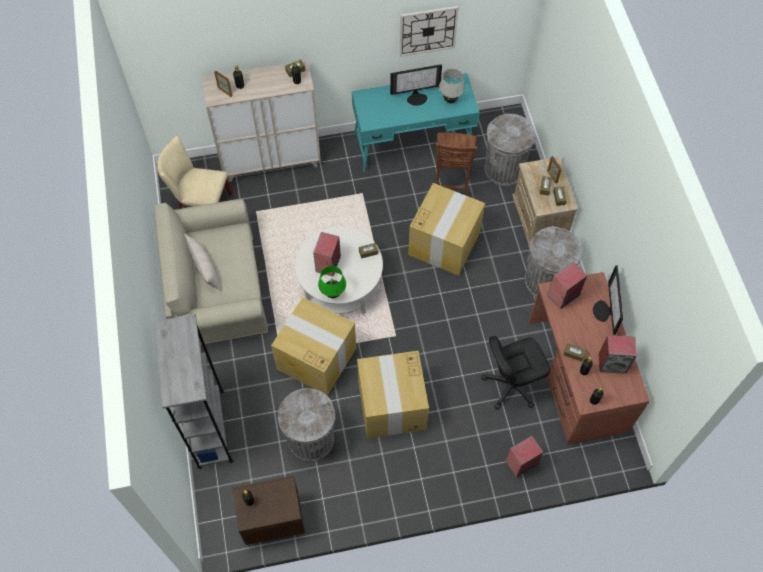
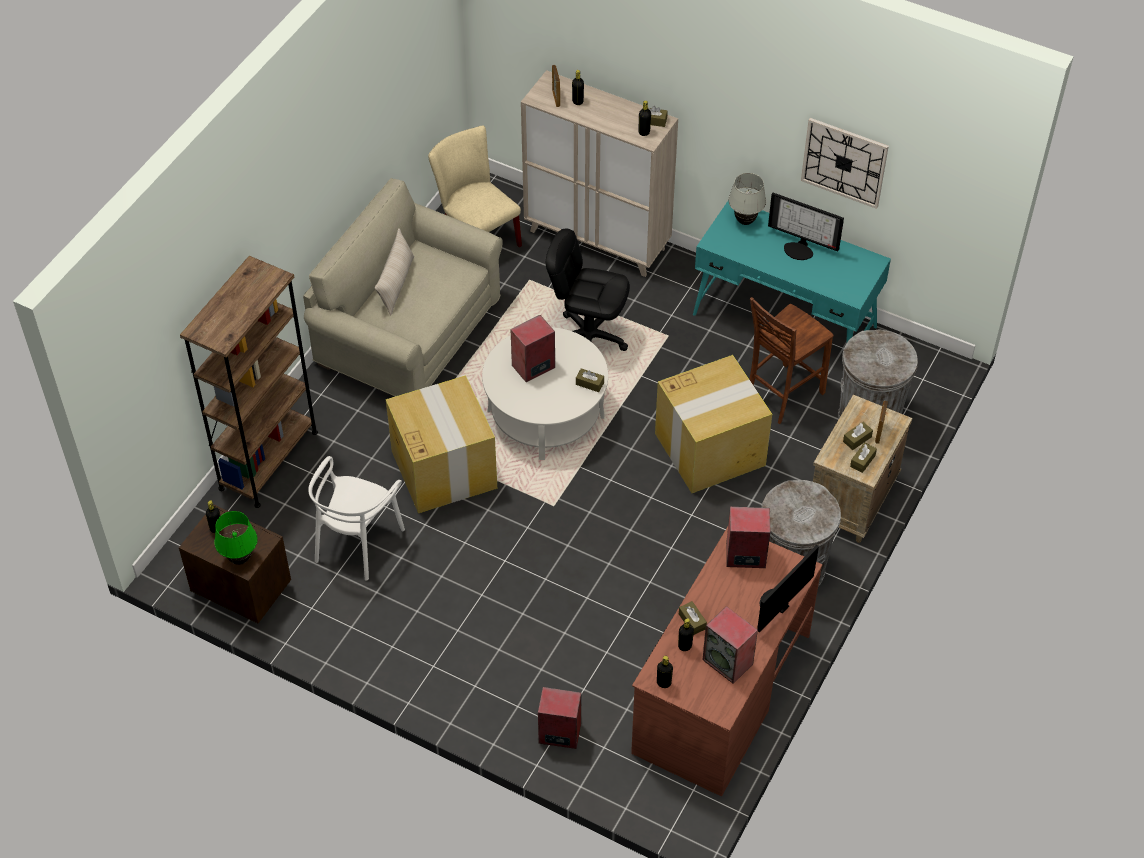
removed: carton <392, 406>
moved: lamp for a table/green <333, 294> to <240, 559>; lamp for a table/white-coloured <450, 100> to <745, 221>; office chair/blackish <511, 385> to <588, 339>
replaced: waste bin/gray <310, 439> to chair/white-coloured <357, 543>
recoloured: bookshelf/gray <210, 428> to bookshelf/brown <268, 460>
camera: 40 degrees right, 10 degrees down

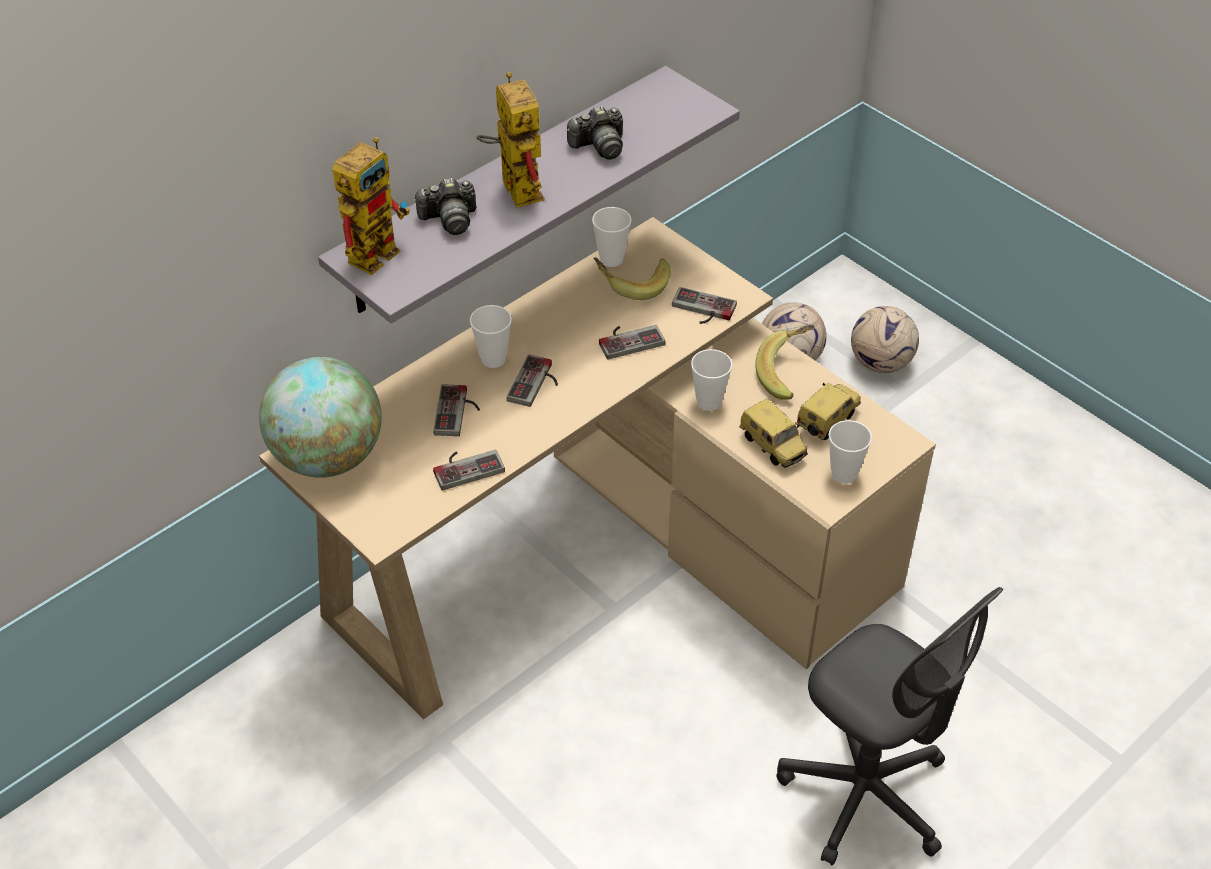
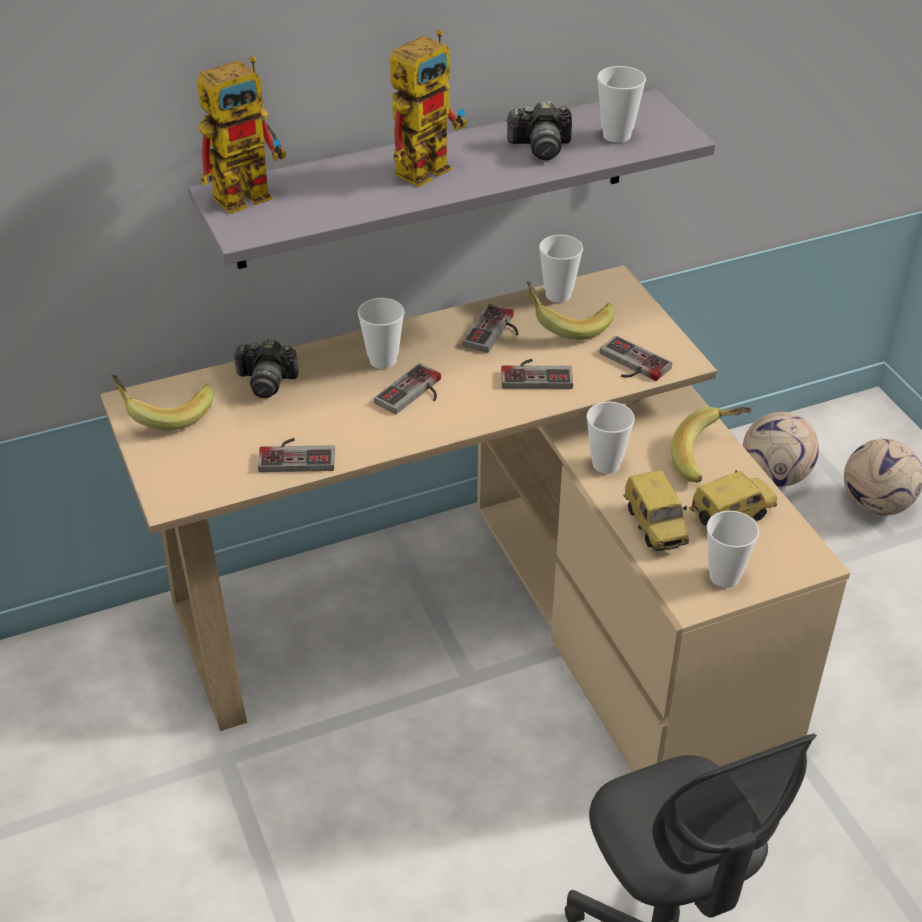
added: drinking cup <616, 135>
moved: still camera <449, 219> to <266, 381>; gamepad <458, 412> to <496, 332>
replaced: globe <328, 457> to banana fruit <164, 412>
turned: toy robot <514, 186> = <427, 165> 45 degrees clockwise
camera: 20 degrees right, 5 degrees down

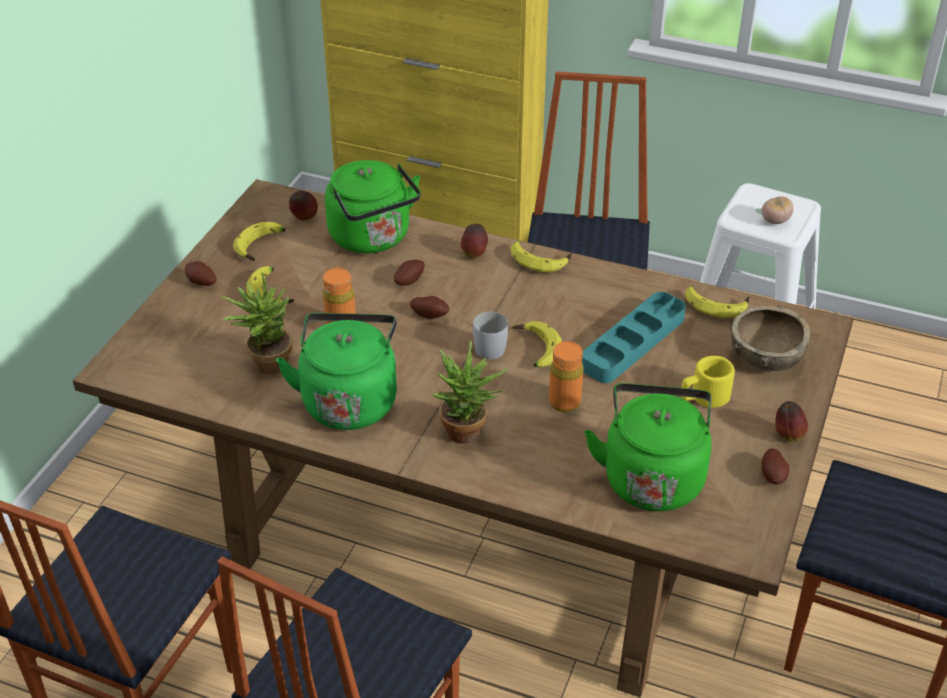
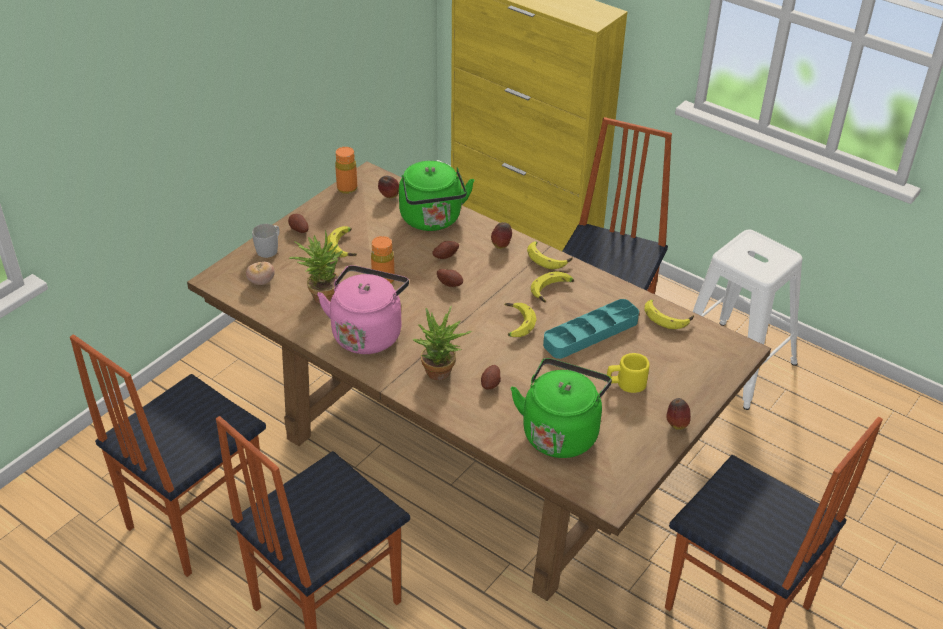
removed: bowl/brown <766, 356>
moved: banana fruit <262, 247> to <553, 291>; tea mug/white-coloured <491, 346> to <269, 249>; bottle/orange <564, 402> to <347, 188>; spud <773, 475> to <491, 384>; fresh tomato <775, 221> to <261, 282>
recoloured: water kettle/green <349, 400> to water kettle/pink <368, 333>
camera: 15 degrees right, 0 degrees up

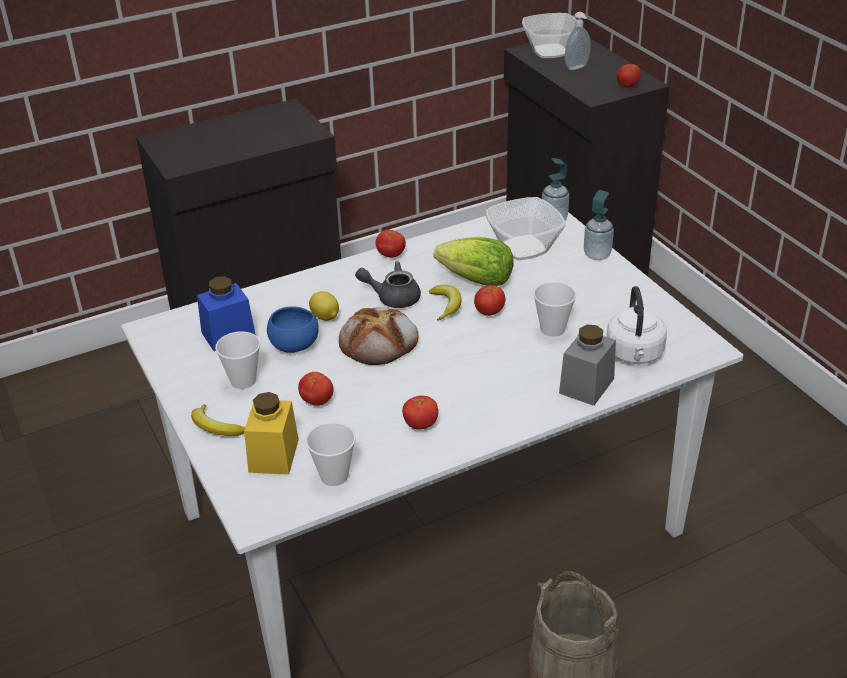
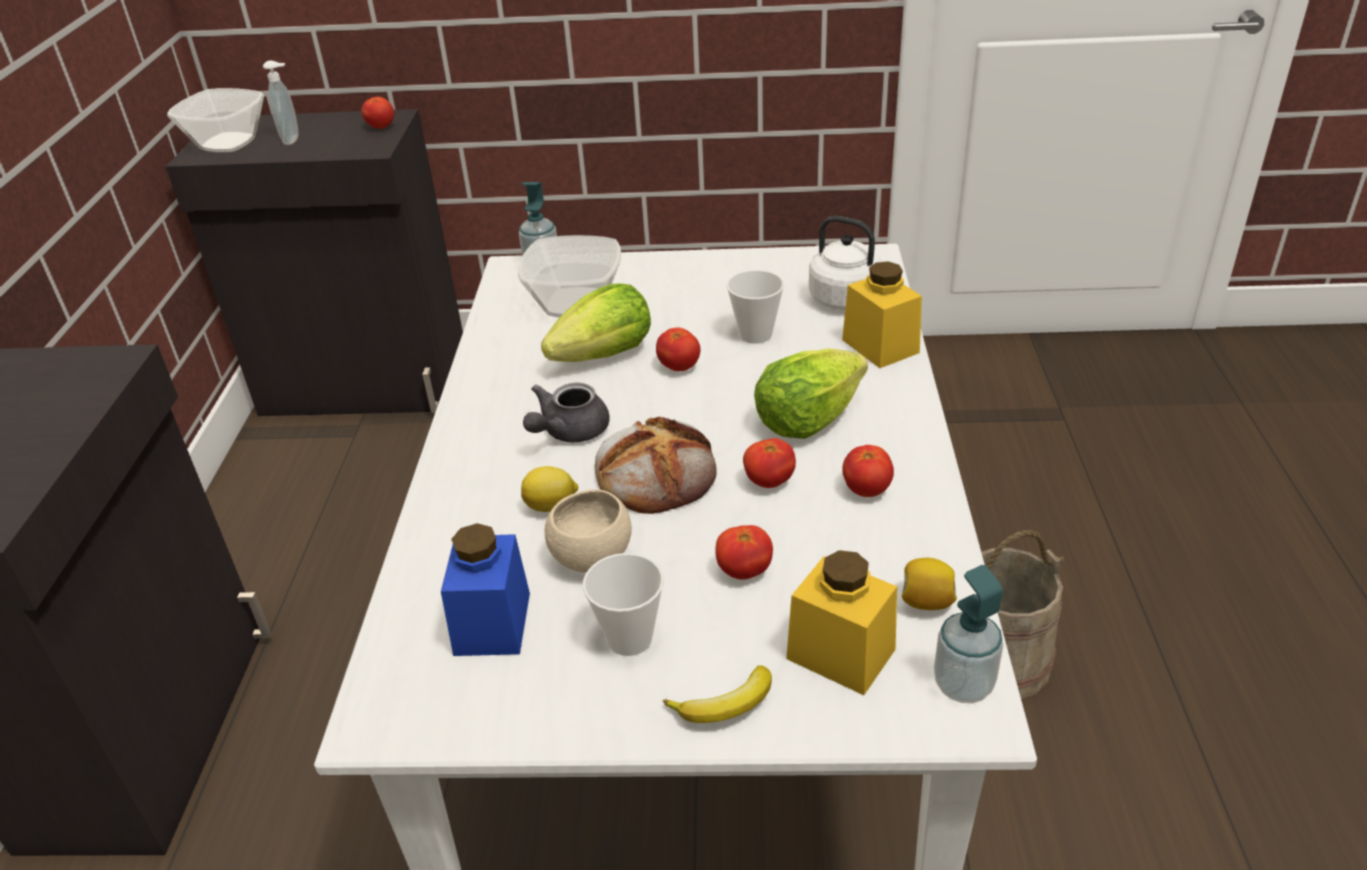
removed: banana fruit <446, 305>
added: head of lettuce <807, 420>
moved: fresh tomato <391, 255> to <769, 482>; soap bottle <597, 255> to <963, 685>
replaced: drinking cup <334, 476> to citrus fruit <926, 602>
recoloured: bowl/blue <294, 346> to bowl/beige <592, 557>; storage jar/gray <586, 386> to storage jar/yellow <880, 346>
camera: 60 degrees left, 0 degrees up

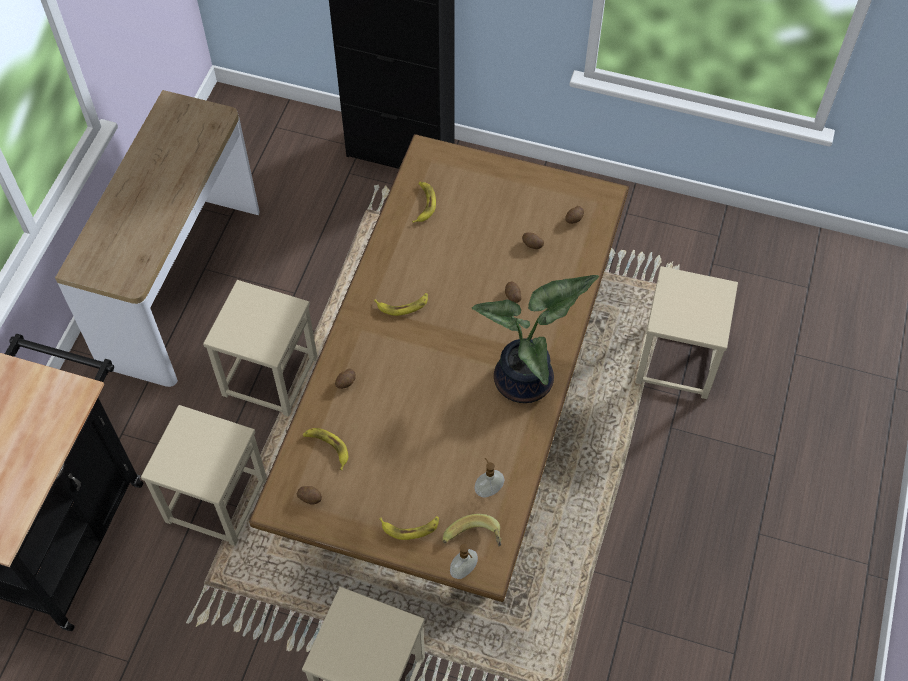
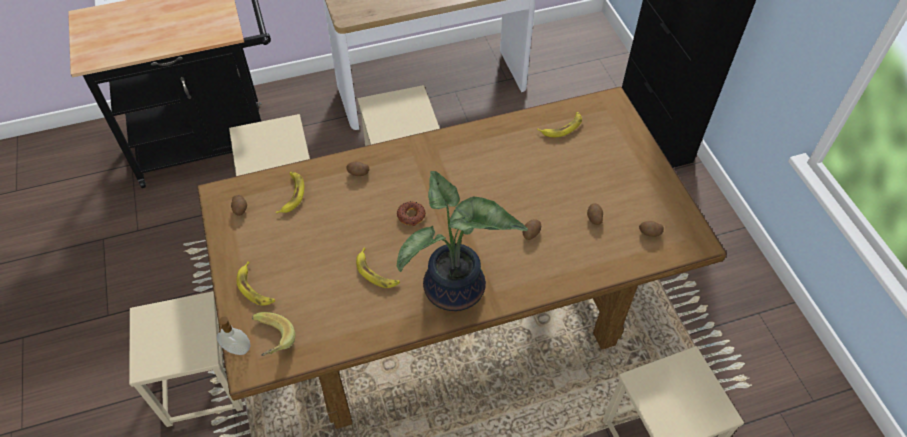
removed: soap bottle <488, 490>
added: doughnut <411, 215>
moved: banana fruit <403, 305> to <376, 272>
camera: 55 degrees right, 5 degrees down

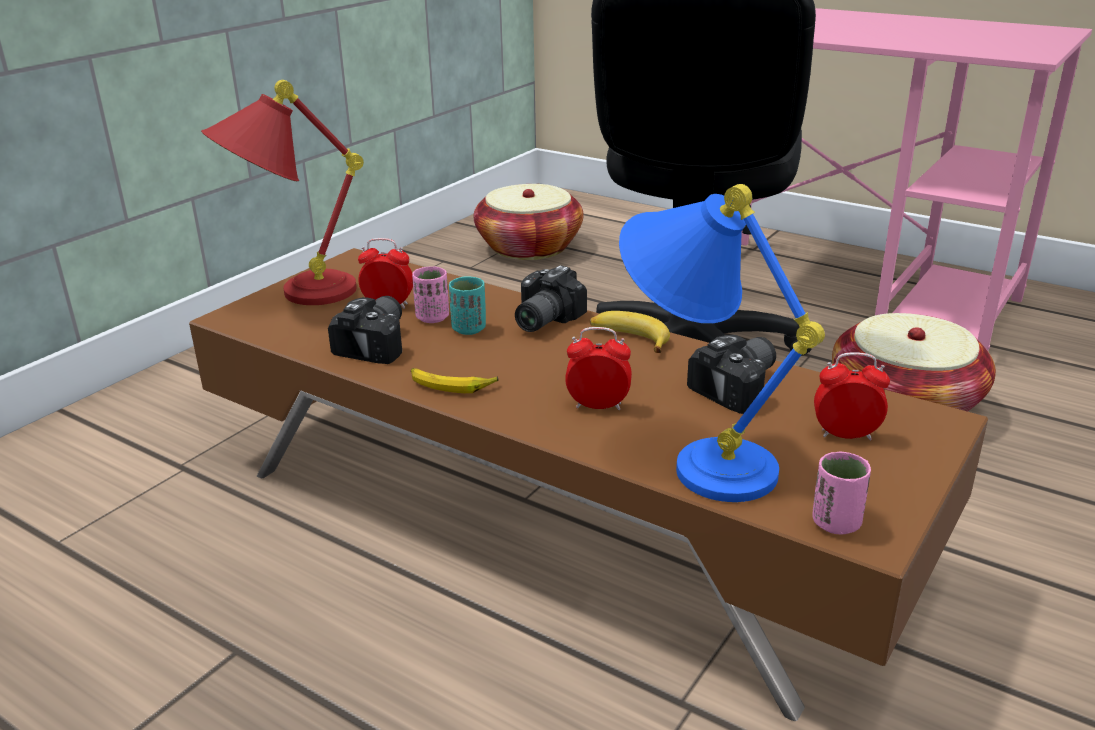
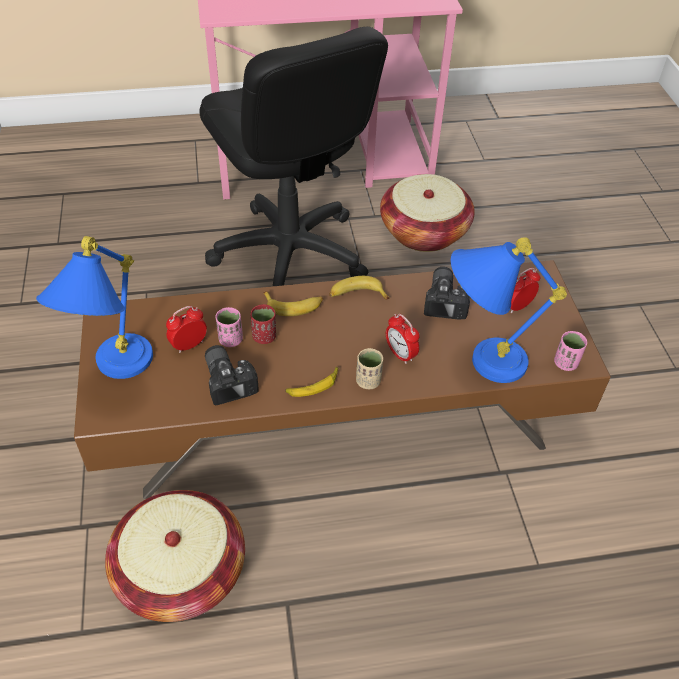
added: drinking cup/beige <368, 381>
moved: storage basket <529, 247> to <181, 572>
replaced: still camera <541, 320> to banana fruit <294, 306>
recoloured: lamp for a table/red-coloured <293, 296> to lamp for a table/blue <113, 373>; drinking cup/turquoise-coloured <469, 329> to drinking cup/red-coloured <264, 337>
turned: table clock <598, 406> = <400, 354> 90 degrees counterclockwise
camera: 45 degrees left, 20 degrees up

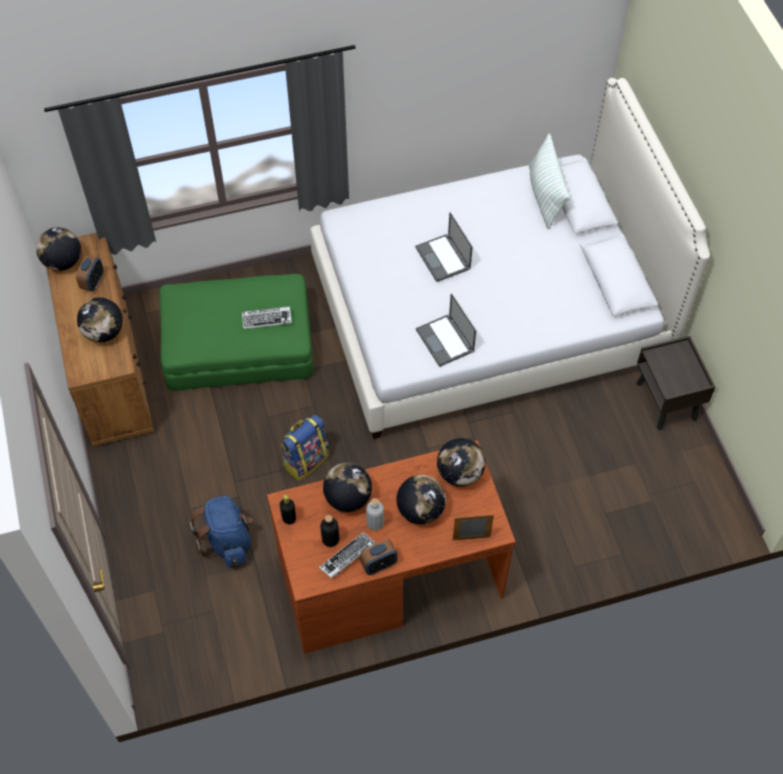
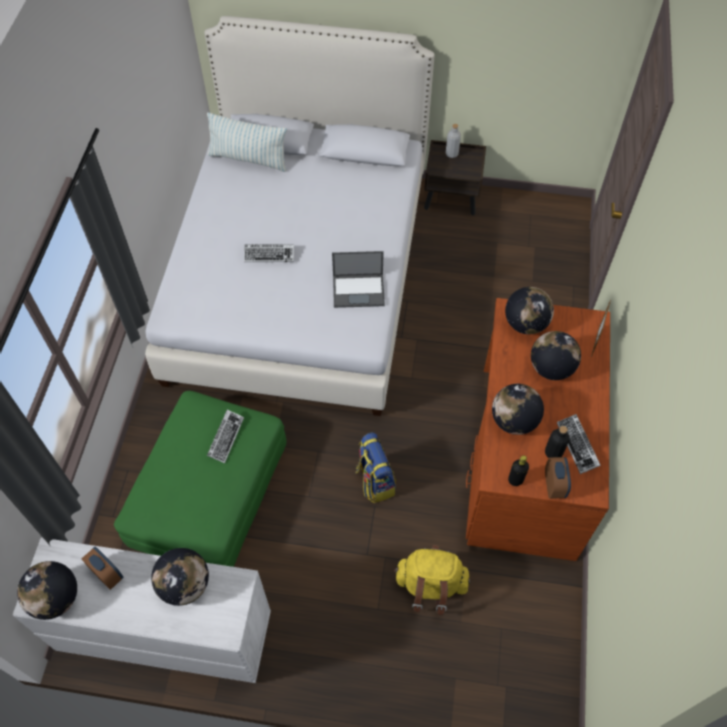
moved: table clock <379, 565> to <554, 485>; bottle/gray <375, 523> to <452, 153>
replaced: notebook computer <443, 258> to PC keyboard <269, 255>
recoloured: drawer chest/brown <109, 369> to drawer chest/white-coloured <164, 631>; knapsack/blue <228, 541> to knapsack/yellow <430, 585>
camera: 65 degrees left, 0 degrees up

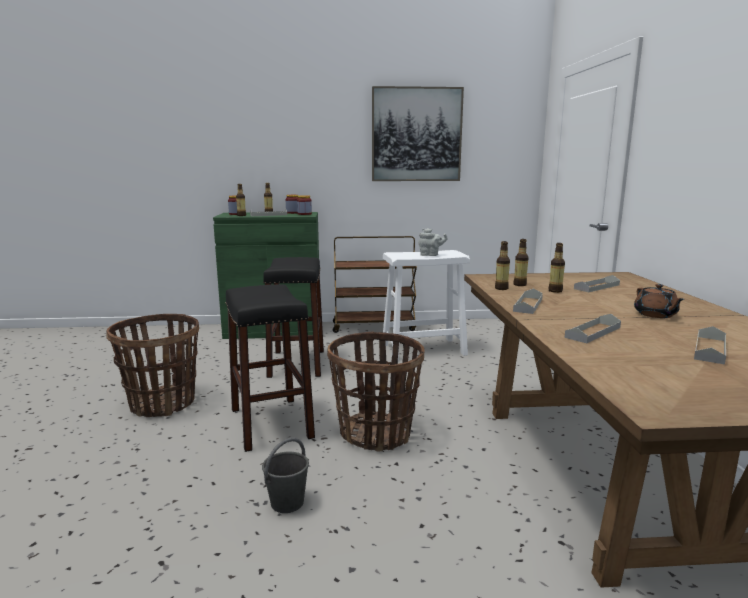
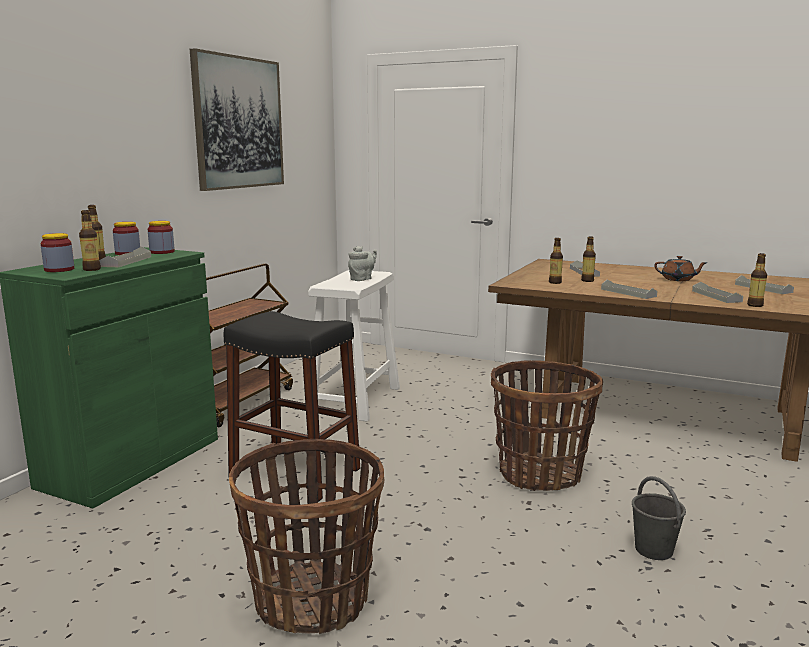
removed: stool seat/blackish <271, 423>
moved: bottle <501, 288> to <755, 305>
camera: 60 degrees left, 0 degrees up

